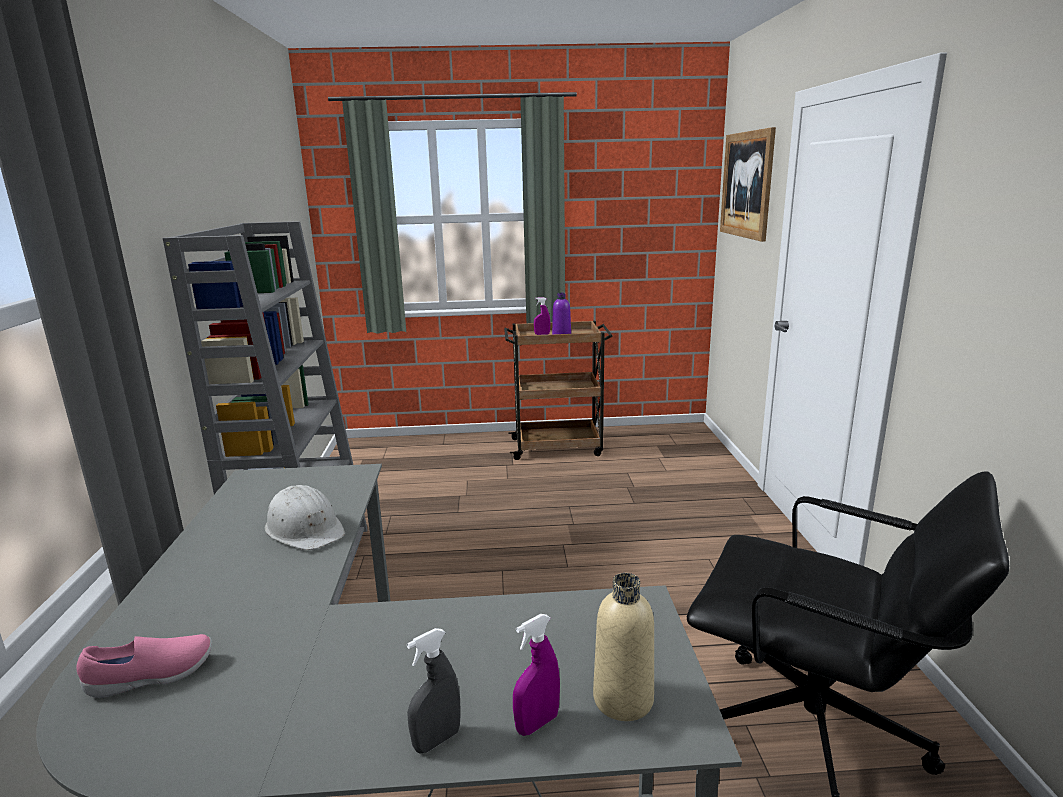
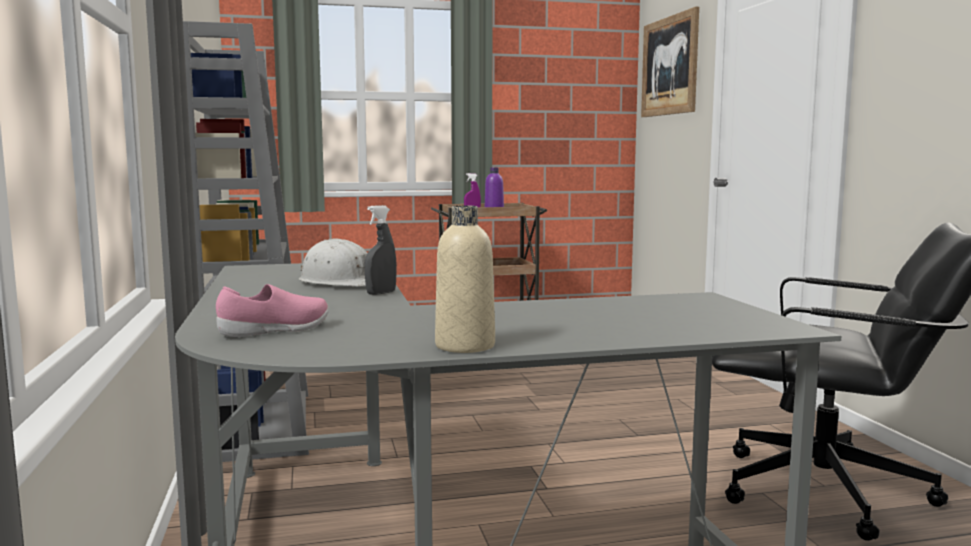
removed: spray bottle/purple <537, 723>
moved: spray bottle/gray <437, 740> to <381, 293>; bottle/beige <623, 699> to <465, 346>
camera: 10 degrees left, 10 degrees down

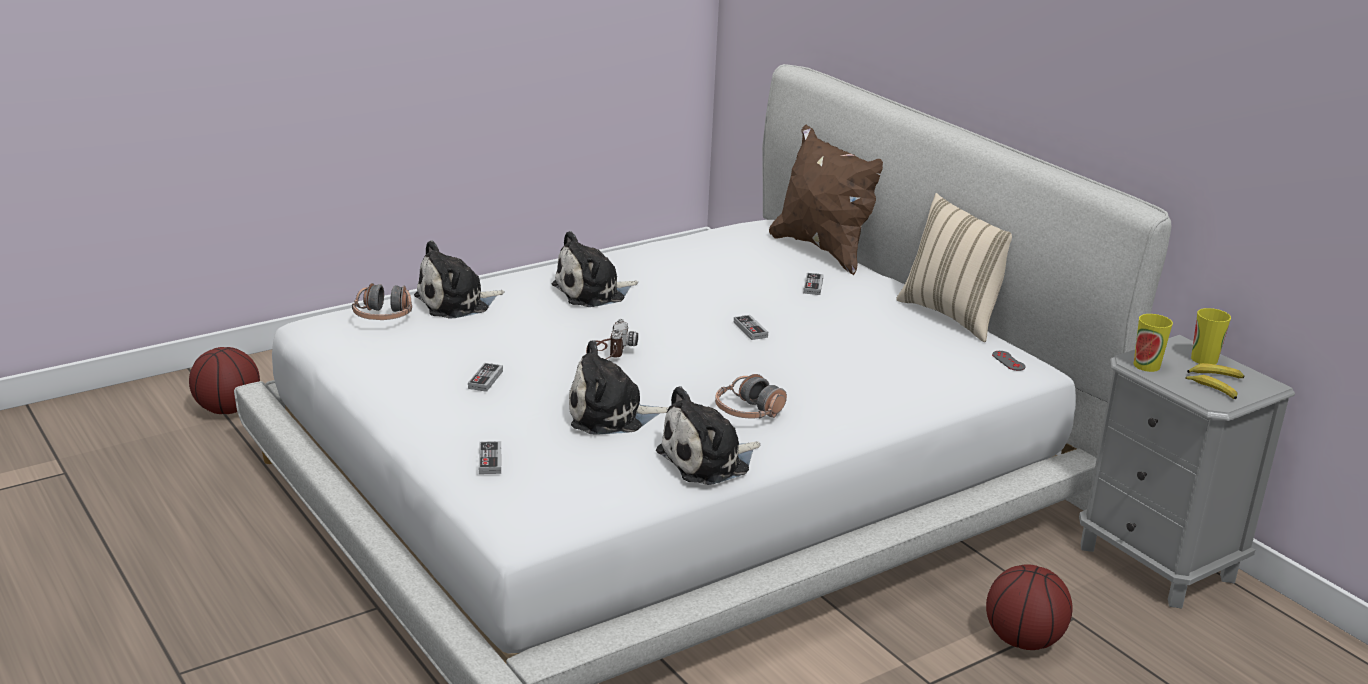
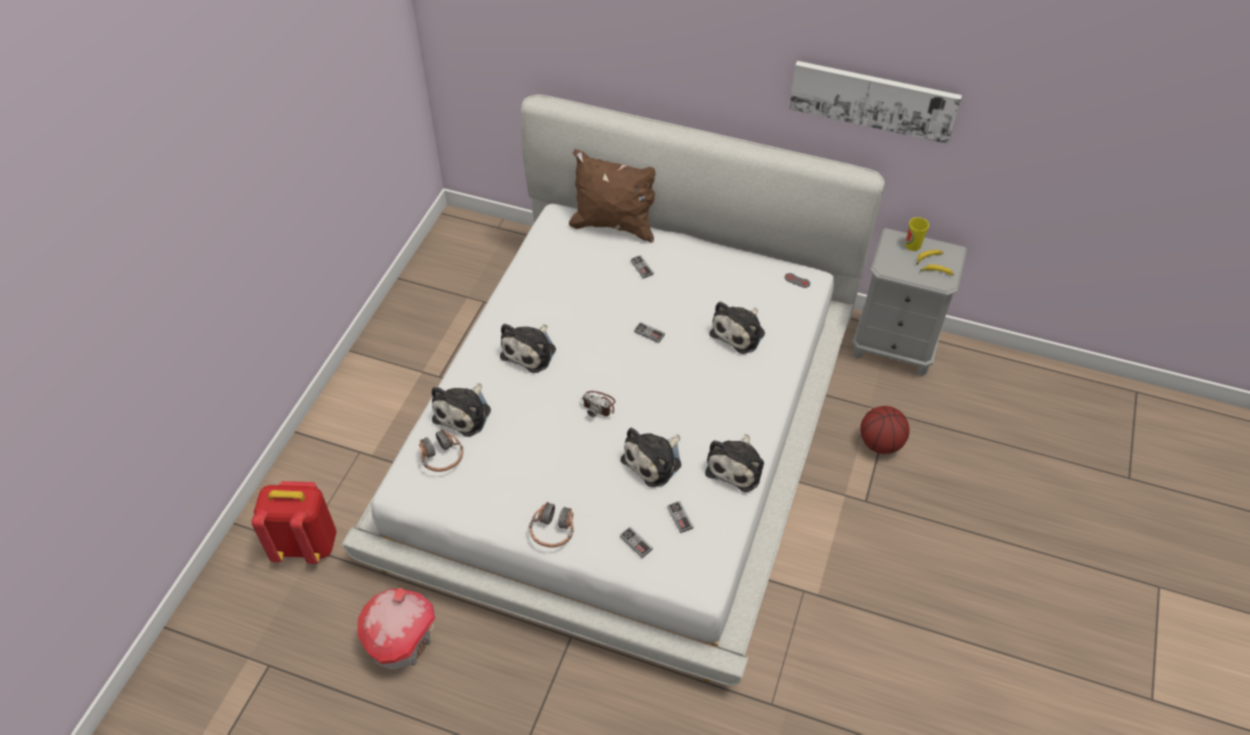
removed: throw pillow/beige <954, 315>; drinking cup <1146, 365>
added: toy house <401, 641>; plush toy <740, 332>; wall art <873, 100>
moved: gamepad <485, 379> to <680, 518>; pair of headphones <748, 412> to <553, 531>
replaced: basketball <227, 410> to knapsack/red-coloured <306, 544>
turned: still camera <608, 350> = <599, 405> 150 degrees clockwise
camera: 35 degrees left, 25 degrees up

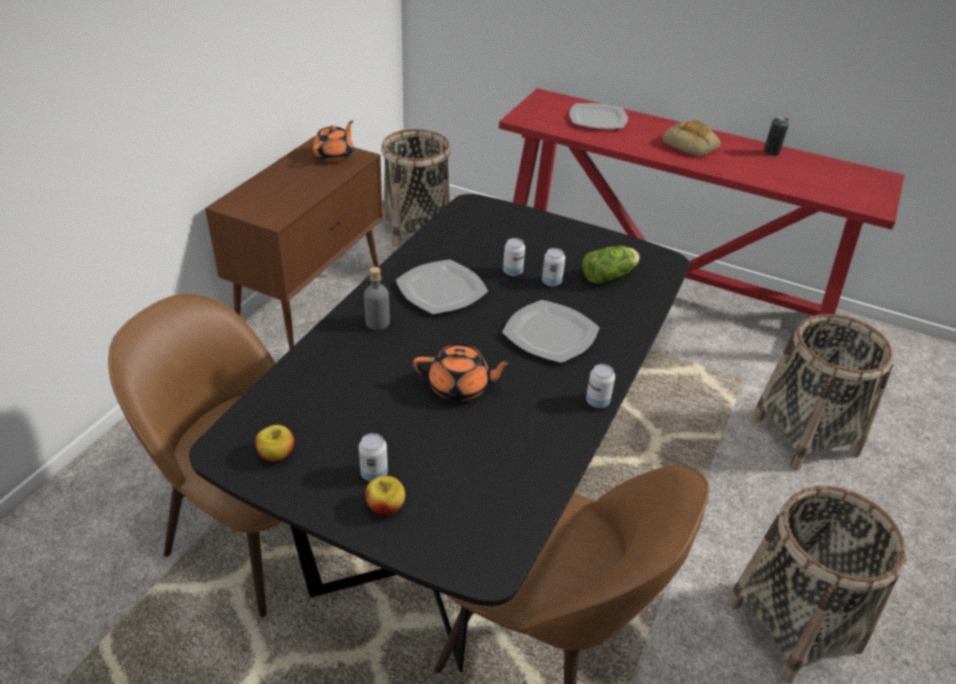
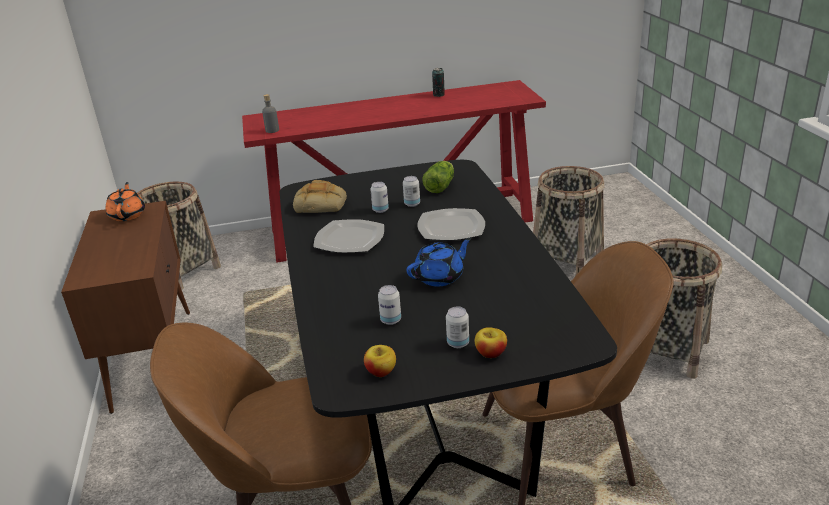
removed: plate <597, 119>
moved: bottle/gray <377, 322> to <272, 130>; sealed can <597, 401> to <391, 320>; bakery bread <692, 145> to <322, 204>
recoloured: pot for tea/orange <460, 387> to pot for tea/blue <440, 277>
camera: 35 degrees left, 10 degrees down

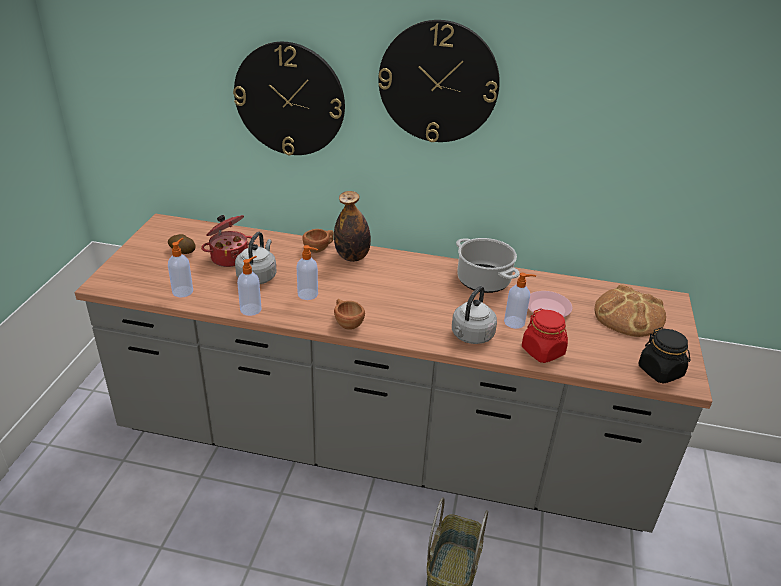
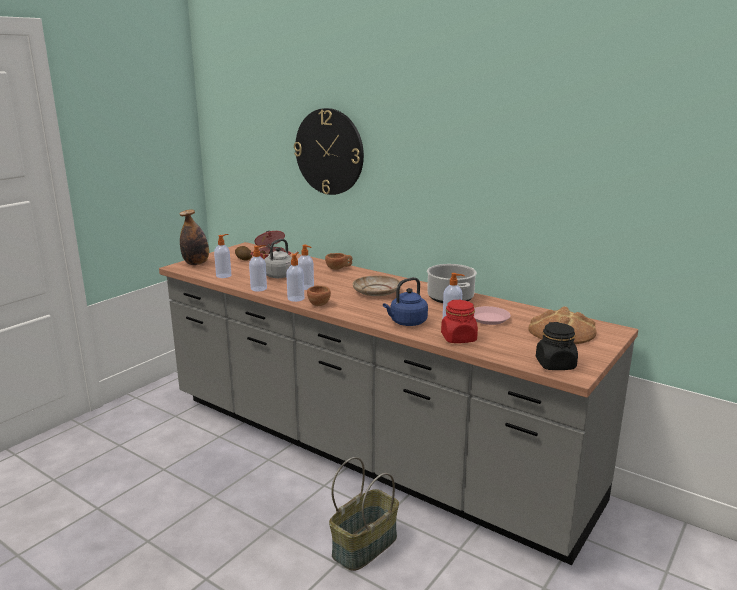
removed: hanging clock <438, 82>
added: soap bottle <296, 298>; plate/beige <376, 292>
moved: bottle <352, 257> to <196, 263>
recoloured: water kettle/gray <471, 336> to water kettle/blue <406, 323>
camera: 25 degrees right, 15 degrees down

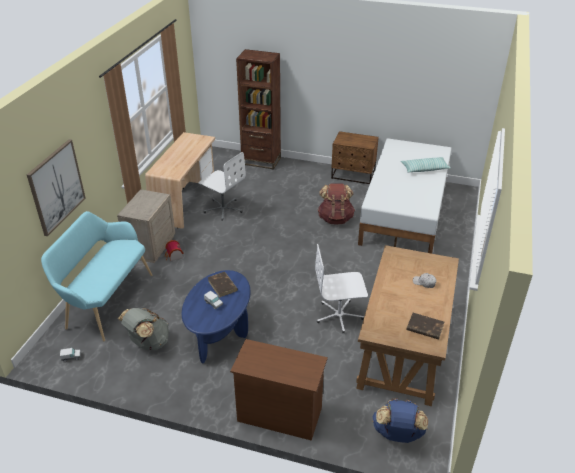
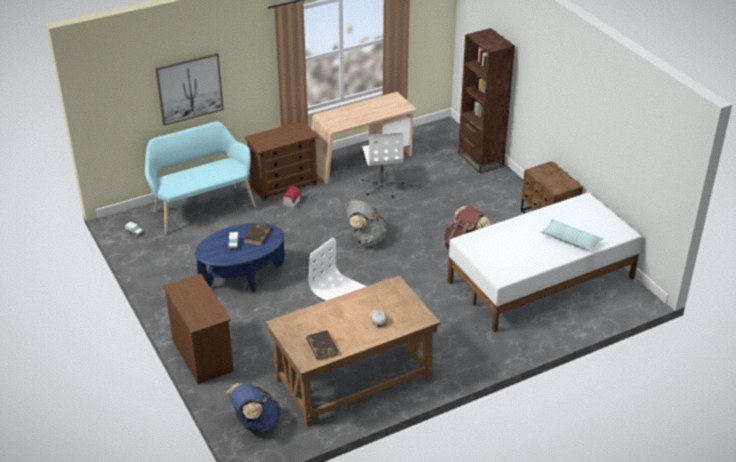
moved: knapsack/gray <148, 342> to <366, 239>
replaced: bedside table/beige <150, 246> to drawer chest/brown <284, 184>
camera: 45 degrees right, 0 degrees up

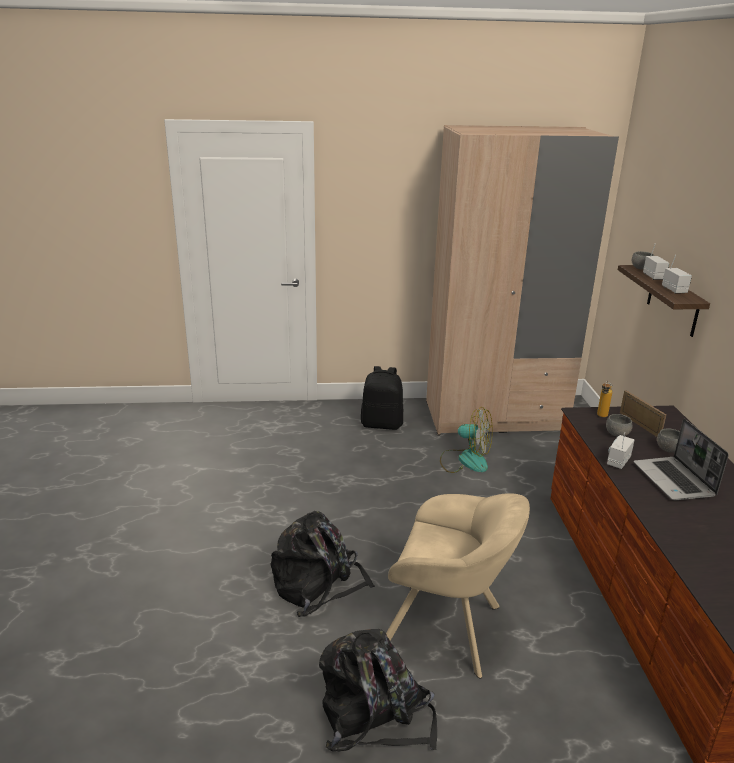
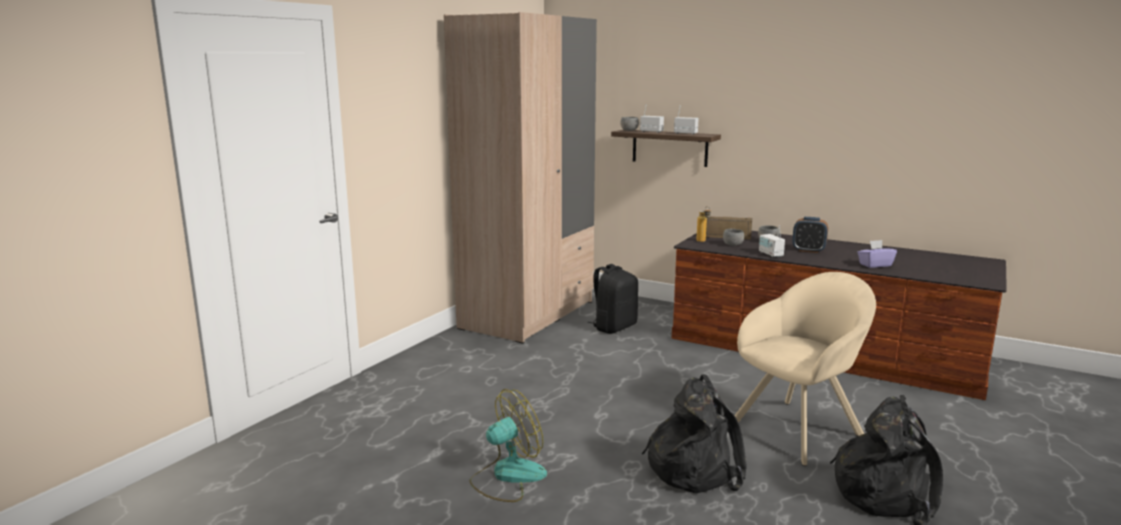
added: box of tissues/purple <875, 265>
moved: knapsack/blackish <382, 424> to <614, 327>; fan <465, 460> to <507, 476>
replaced: notebook computer <674, 480> to table clock <808, 250>
camera: 55 degrees left, 10 degrees down

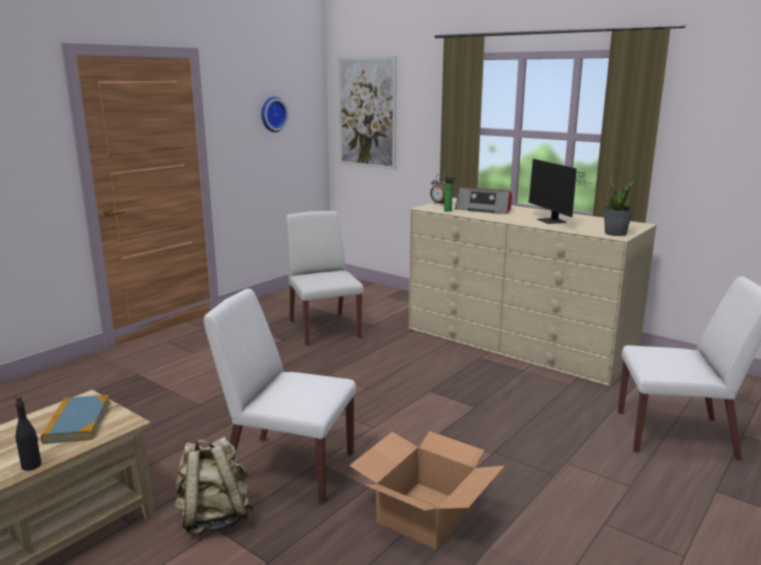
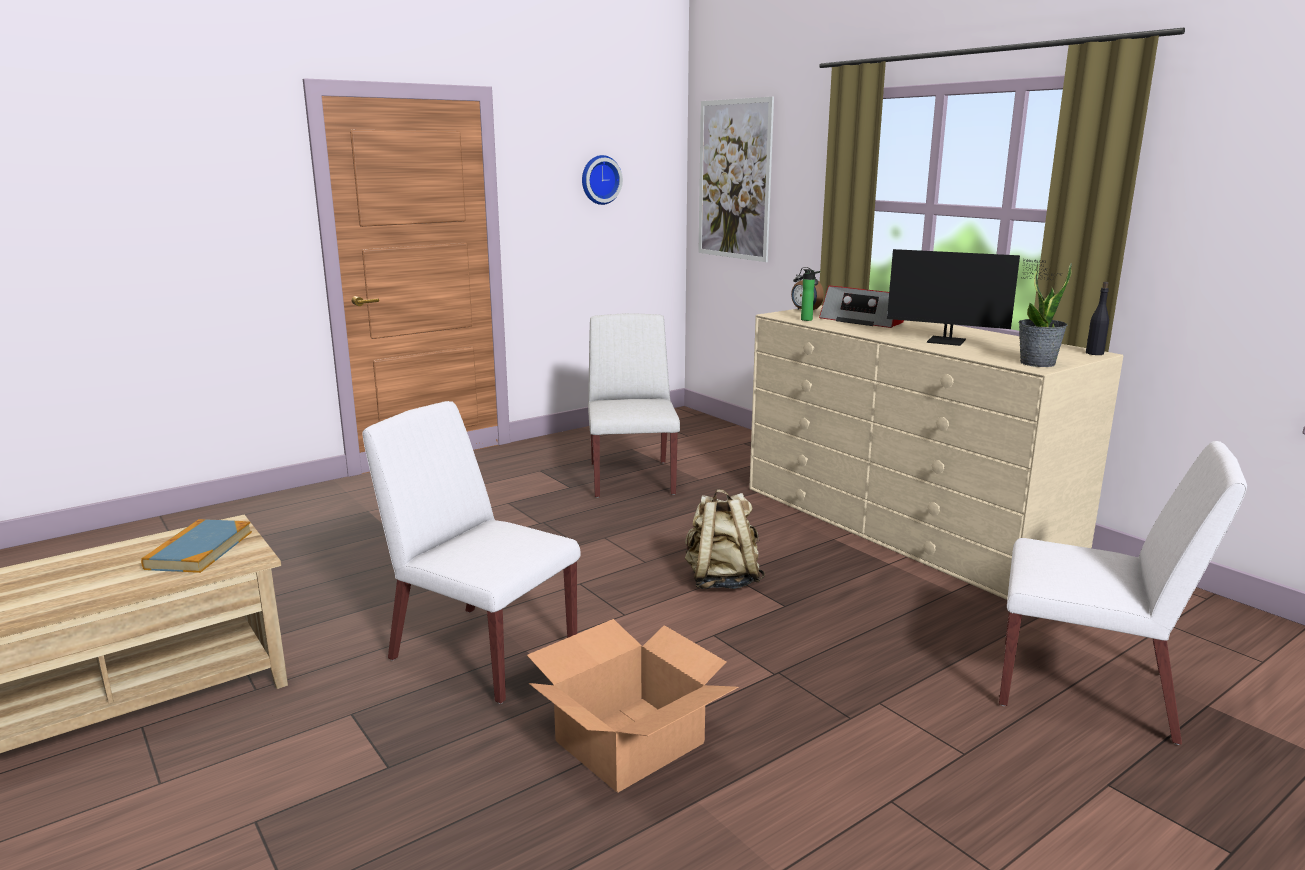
moved: bottle/blackish <32, 465> to <1094, 353>; knapsack/beige <214, 518> to <721, 580>
turned: computer screen <552, 221> = <952, 342> 60 degrees counterclockwise
camera: 15 degrees right, 0 degrees up

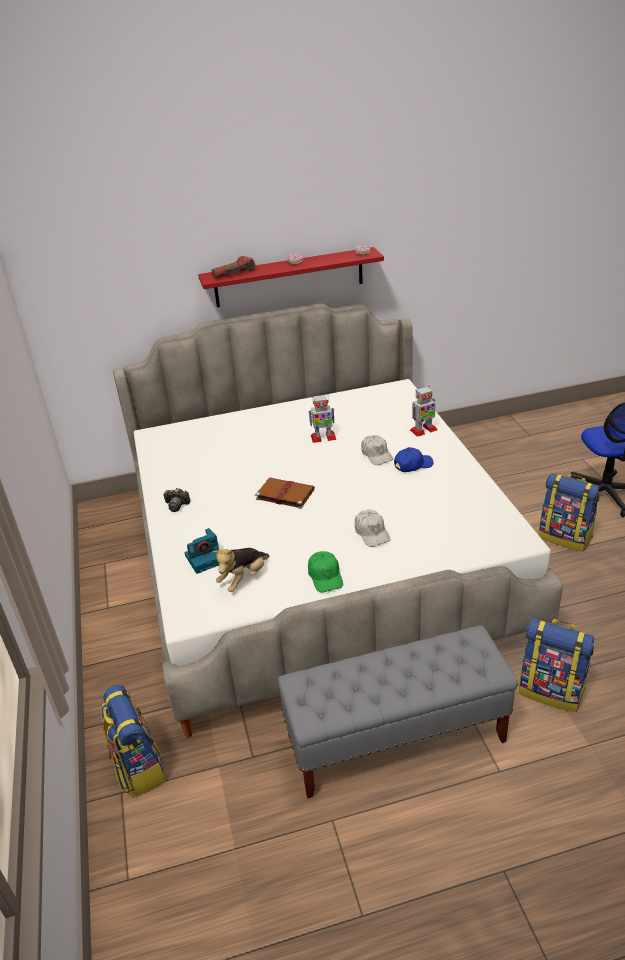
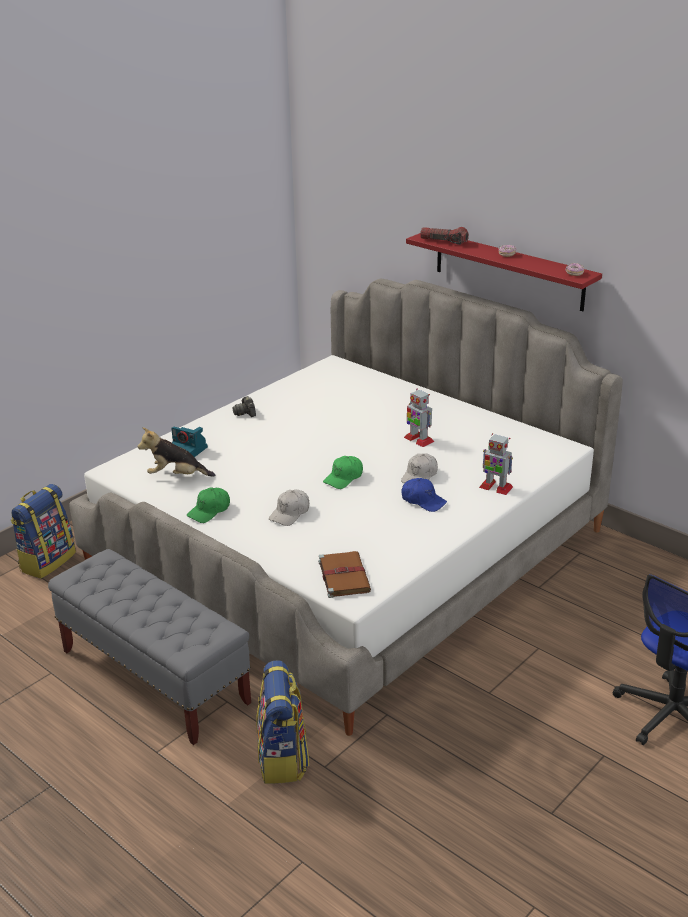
removed: knapsack <565, 537>
added: cap/green <344, 478>
moved: volume/brown <284, 494> to <343, 575>
camera: 55 degrees right, 5 degrees down

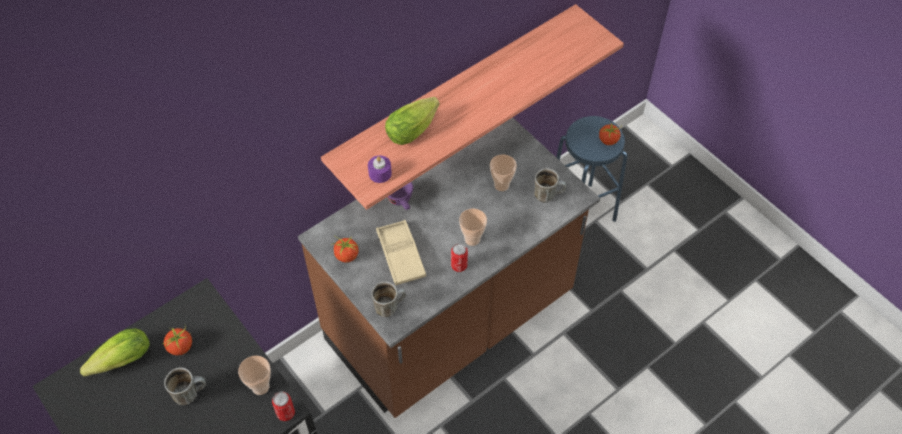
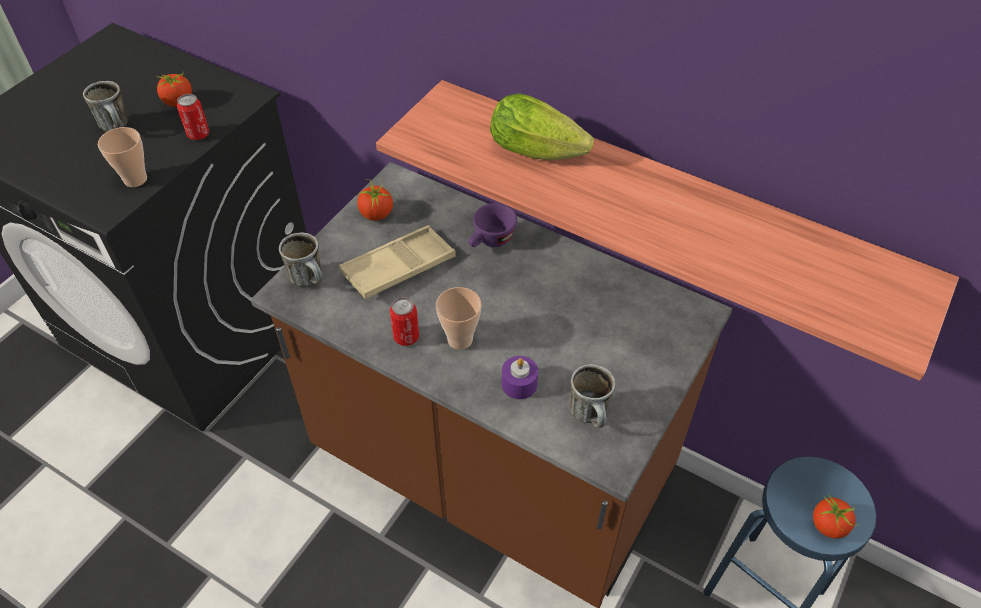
removed: head of lettuce <118, 362>; drinking cup <501, 185>
moved: sealed can <285, 413> to <198, 134>; candle/purple <380, 173> to <519, 384>
camera: 70 degrees right, 5 degrees down

